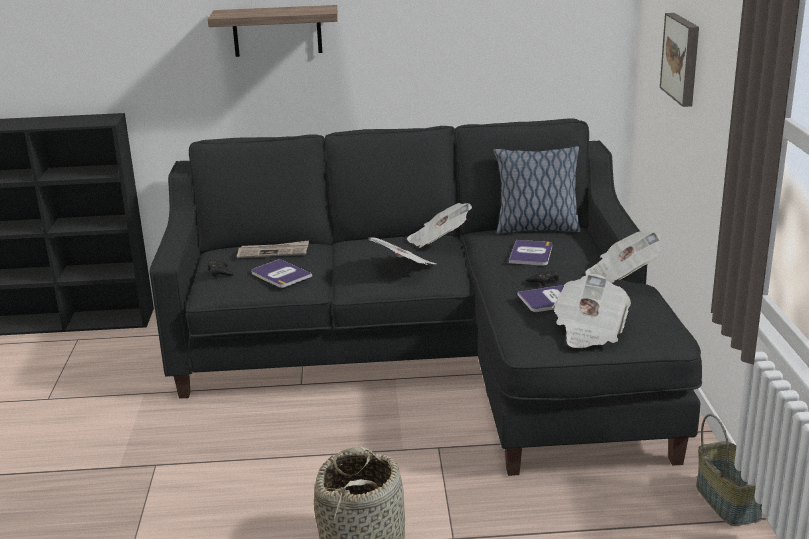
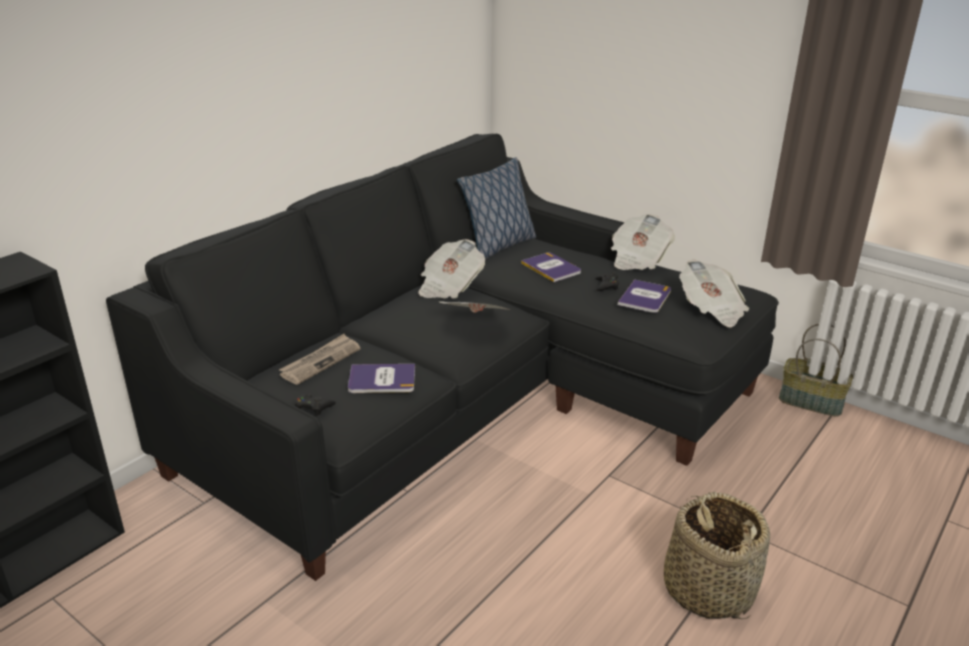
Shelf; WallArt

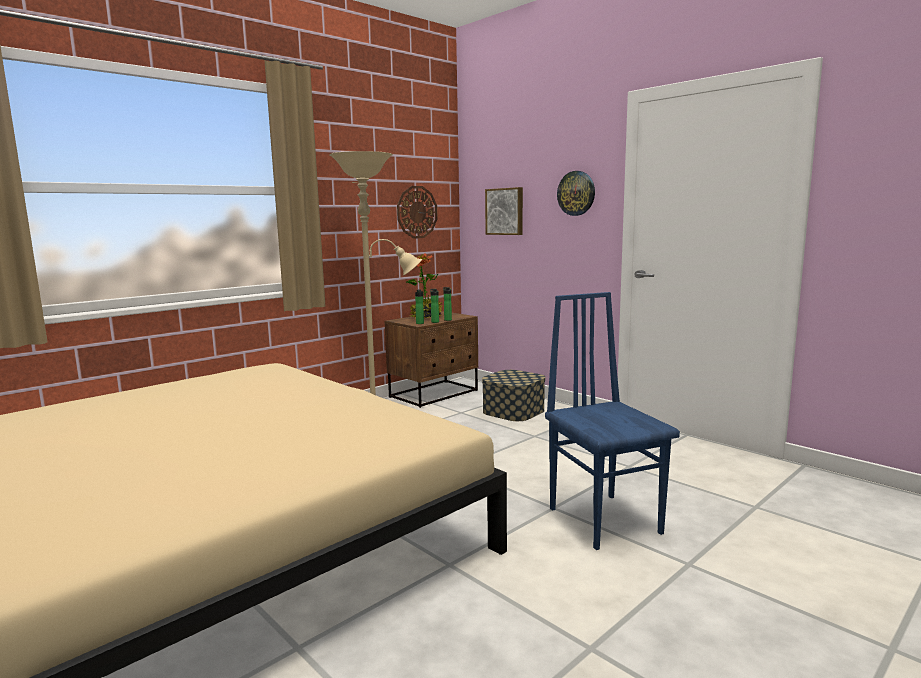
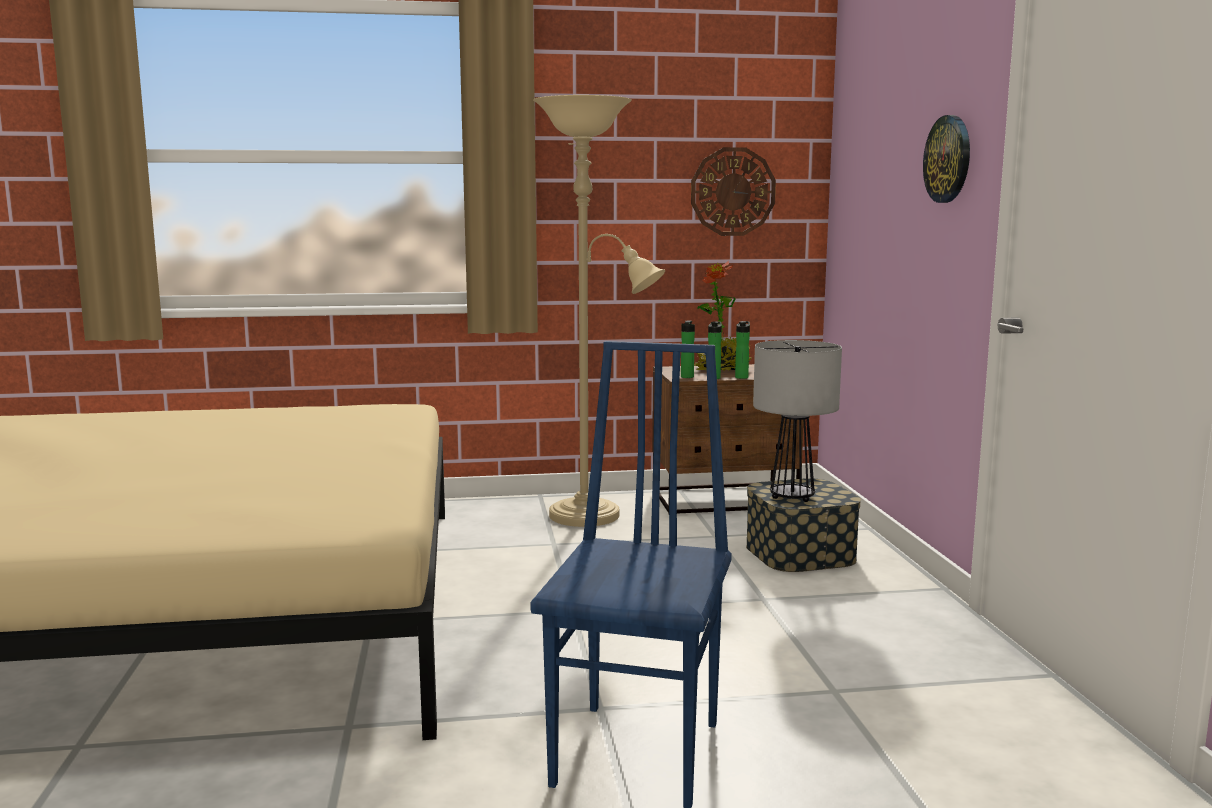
TabletopLamp; WallArt

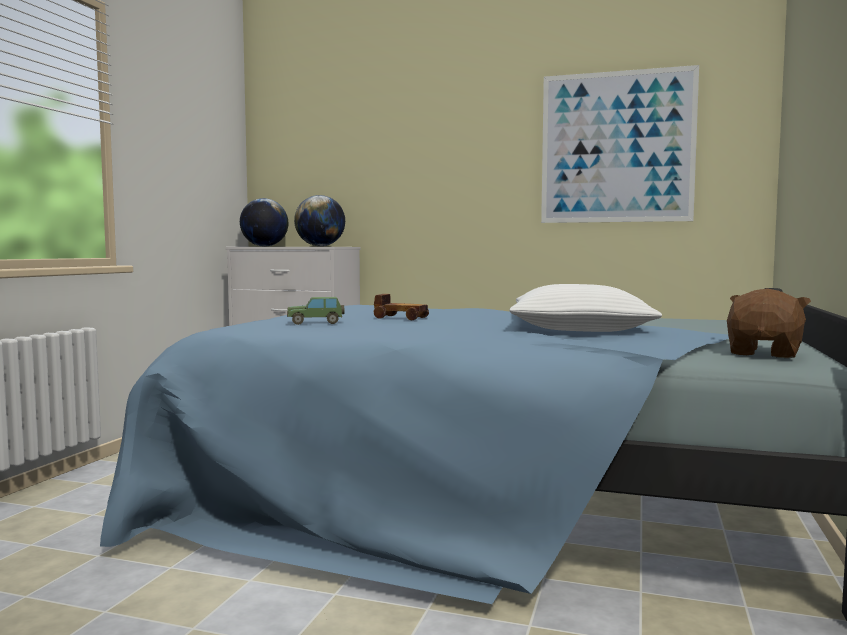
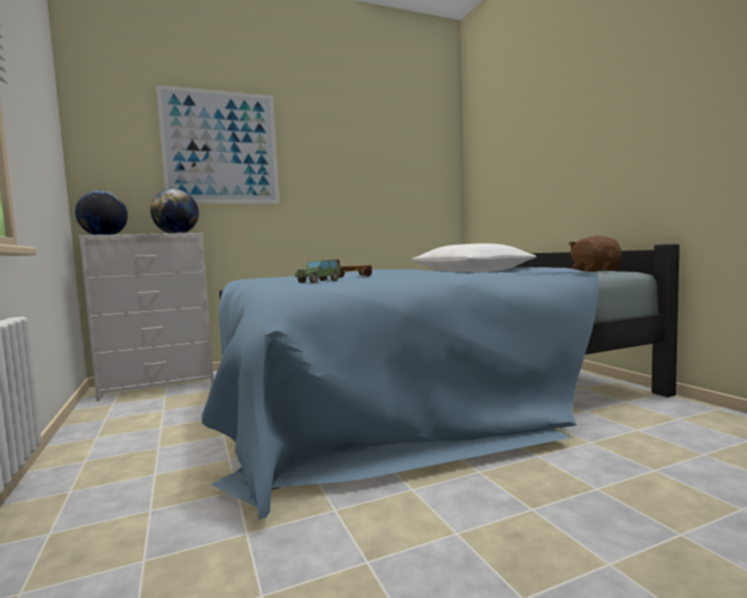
WallArt

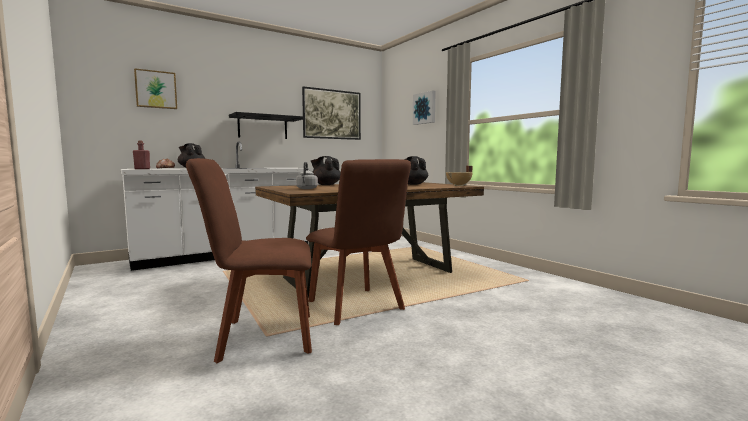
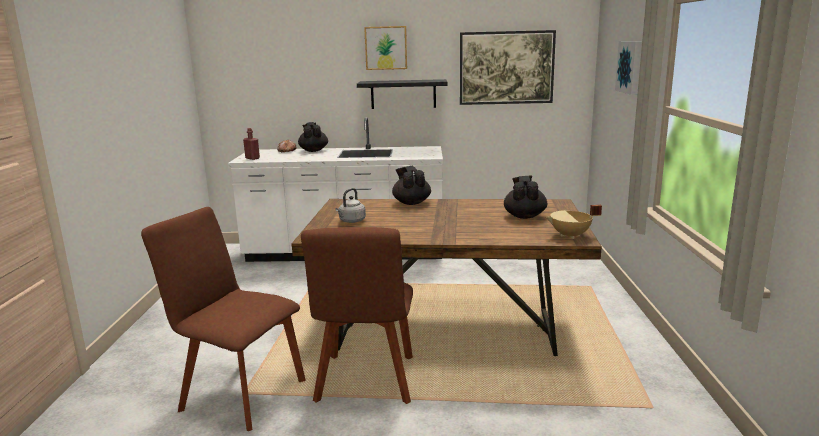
WallArt (no. 1 from left)

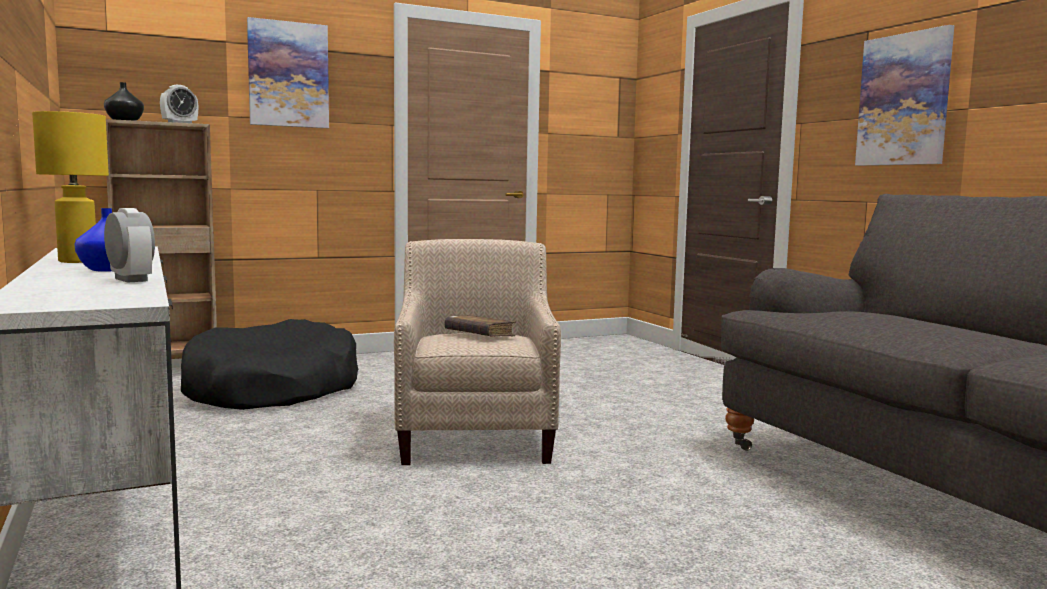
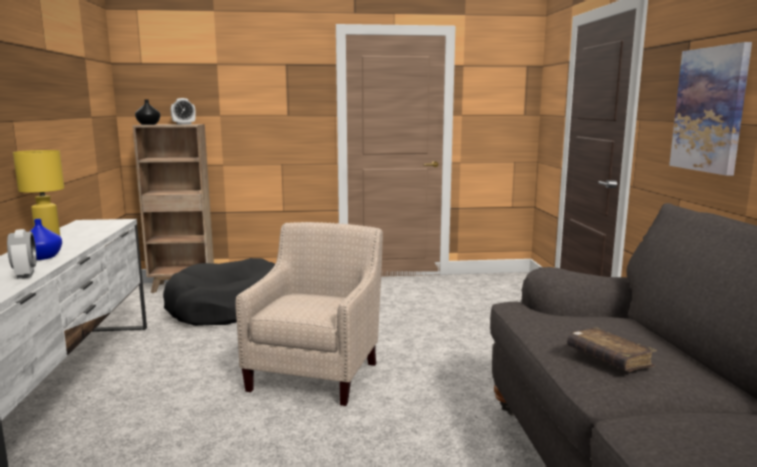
BrownishVolume; WallArt (no. 1 from left in the first image)

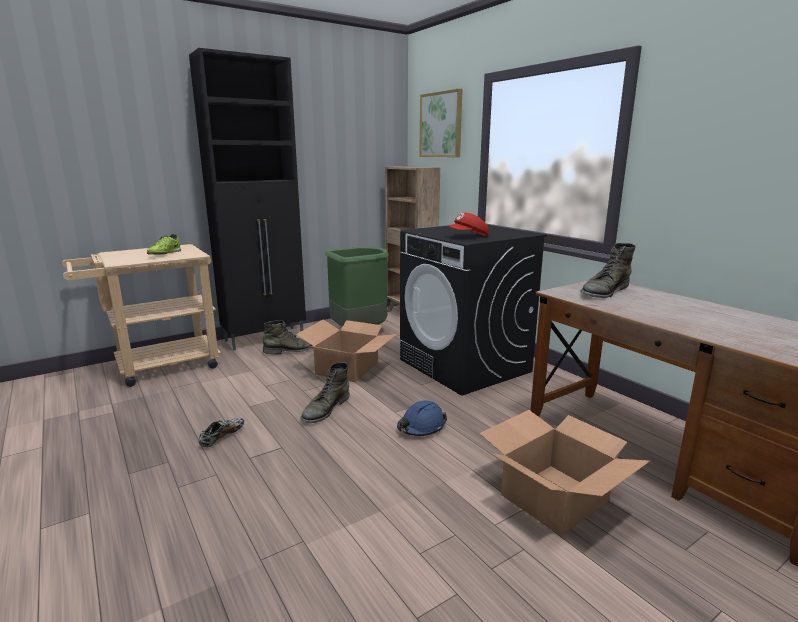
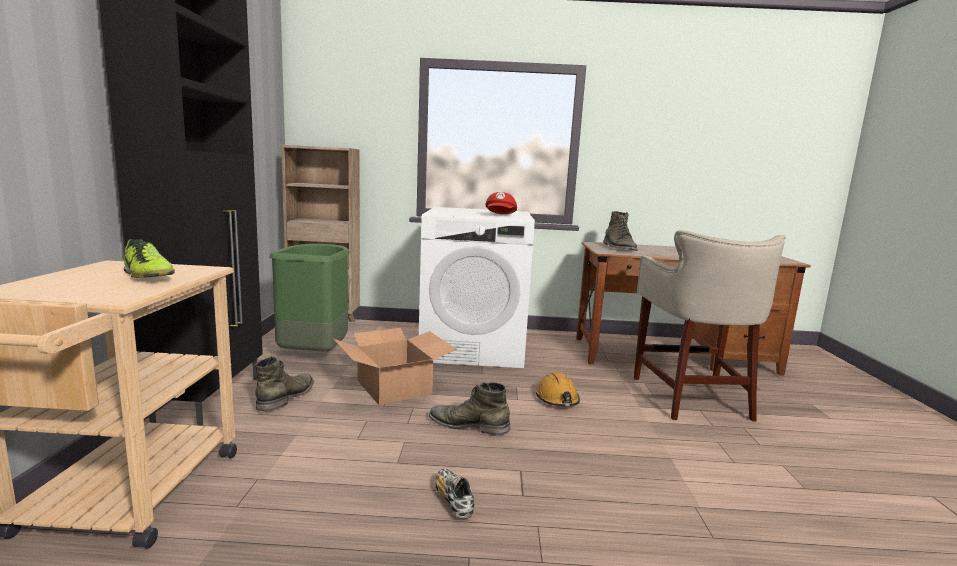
WhiteColouredWashingMachine; GreenishTallBoot (no. 2 from left); OrangeyHardHat; BeigeColouredSittingStool; WallArt

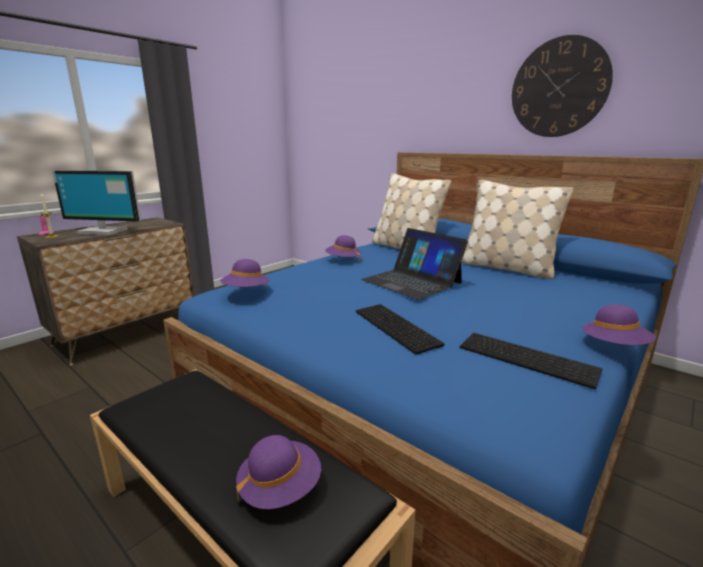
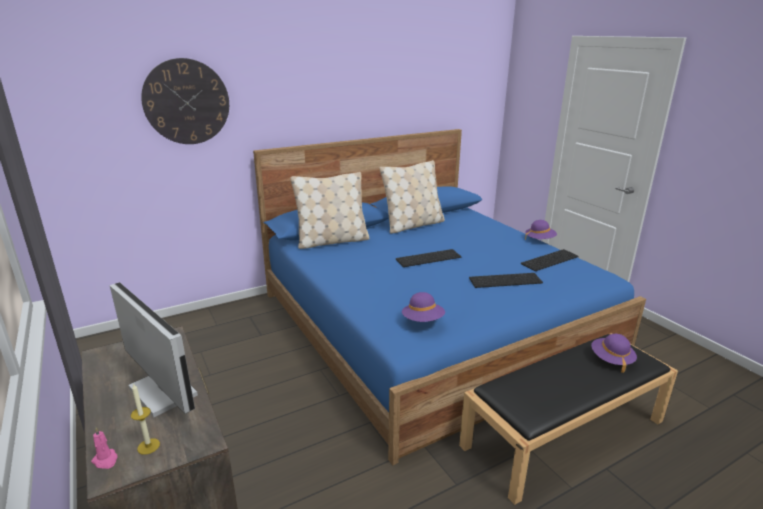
ComputerDisplay; HangingClock; Keyboard (no. 1 from left); PurpleHat (no. 3 from left in the first image)

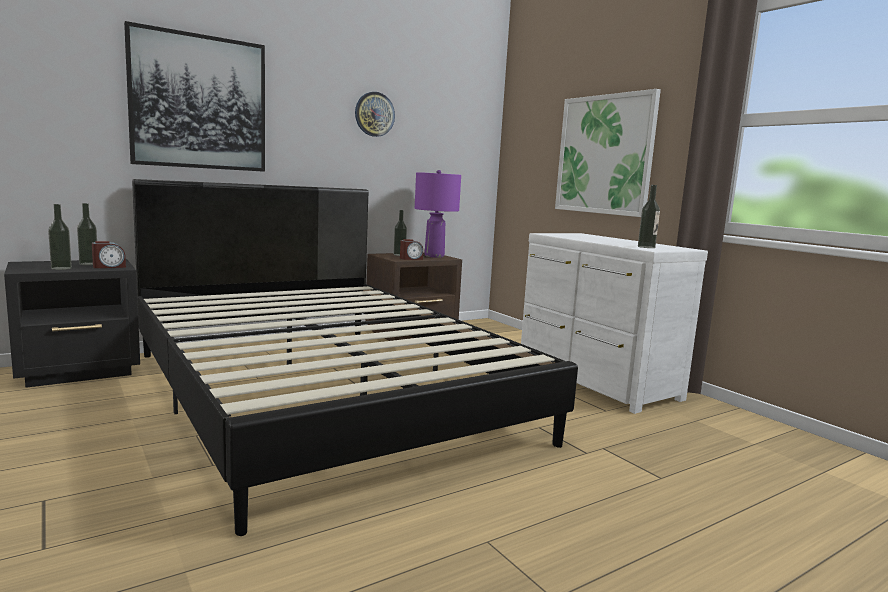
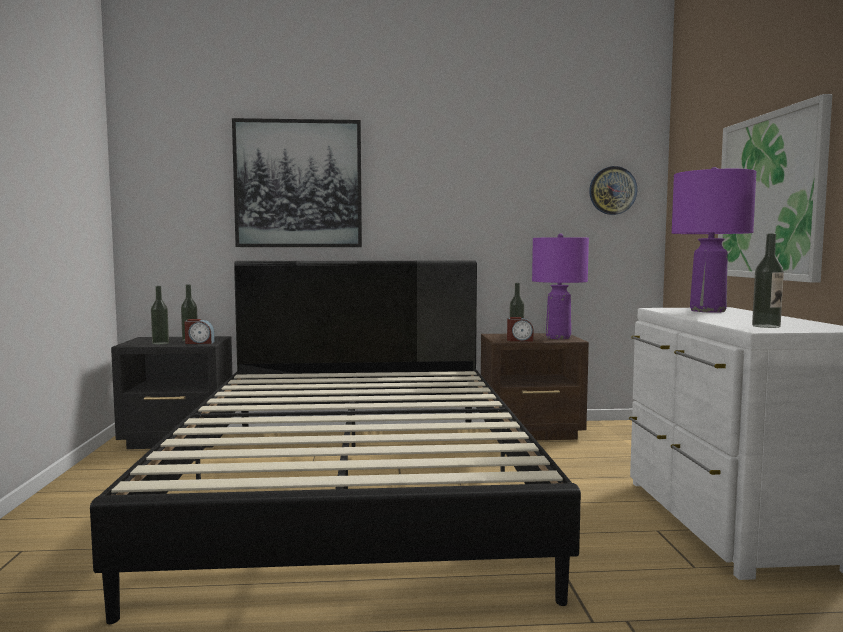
HangingClock; PurpleTabletopLamp (no. 2 from left)

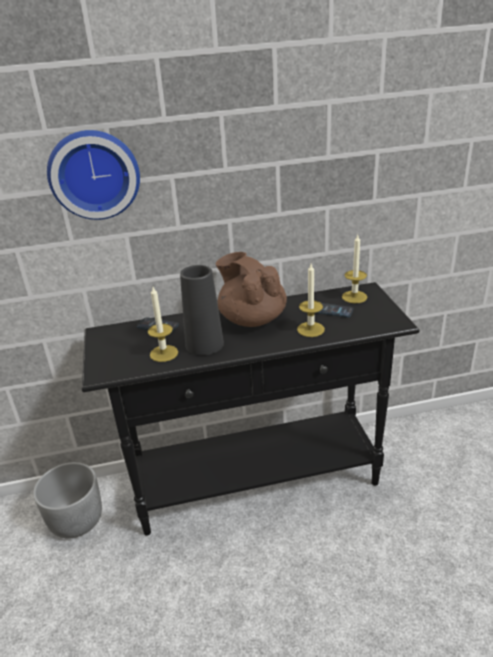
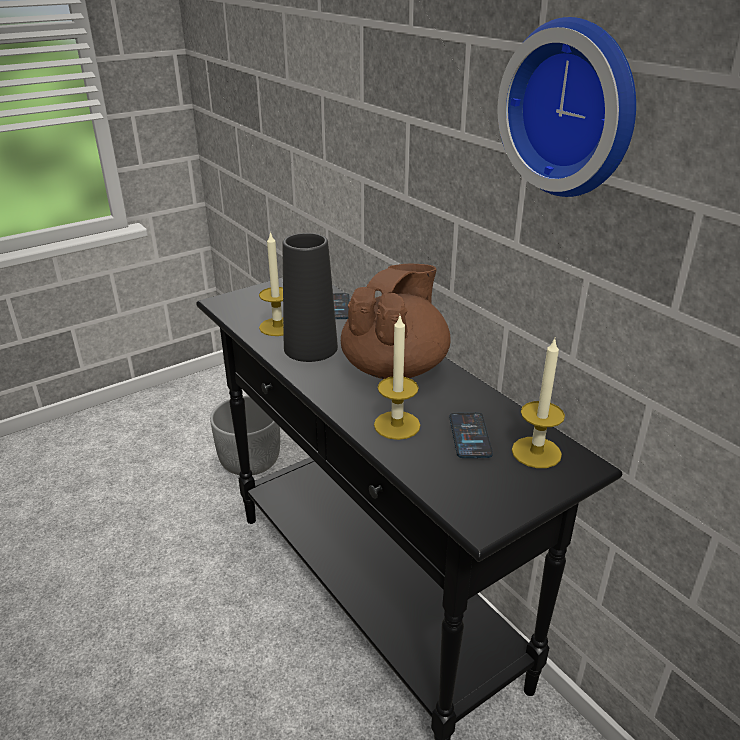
HangingClock

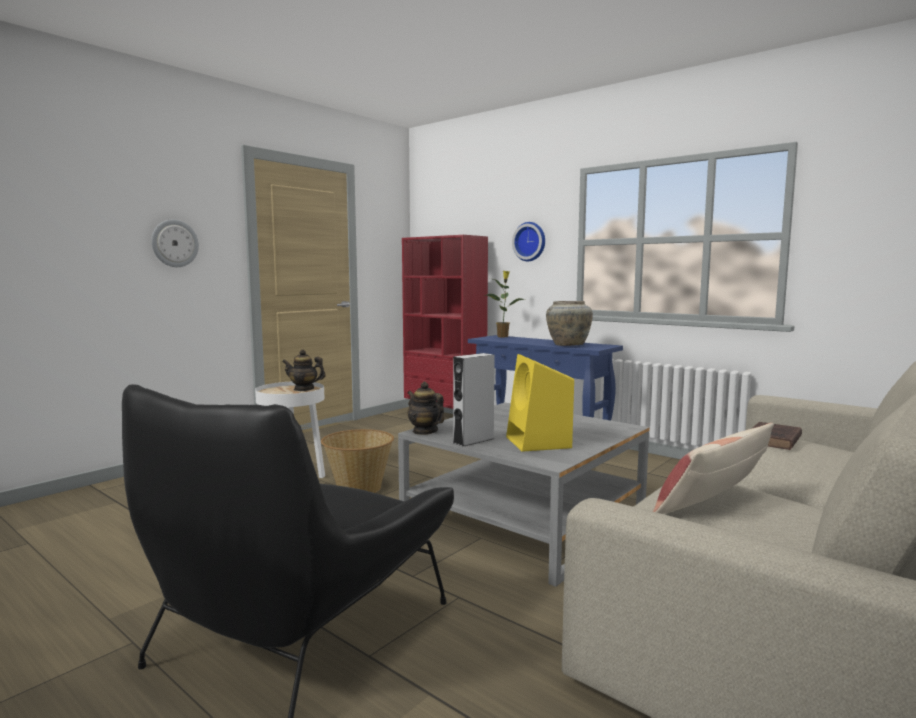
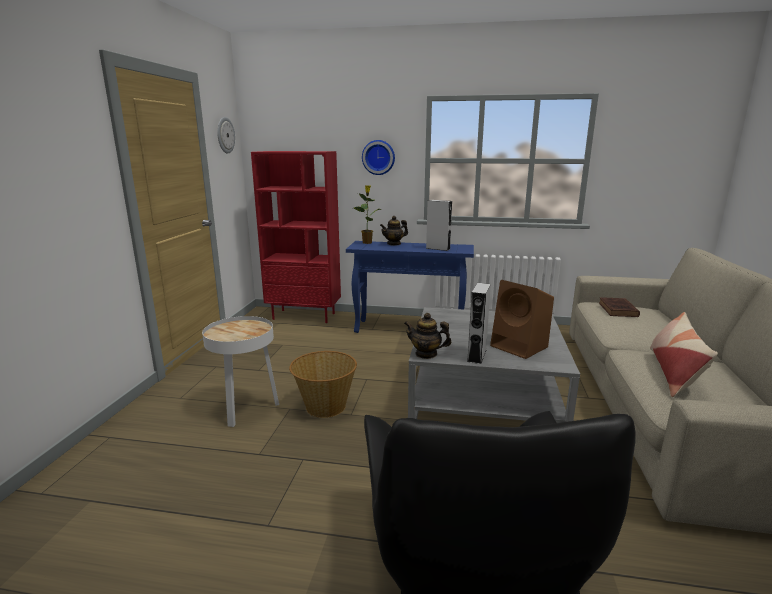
HangingClock (no. 1 from left); PotForTea (no. 1 from left); GreyishSpeaker (no. 1 from left); BrownishSpeaker

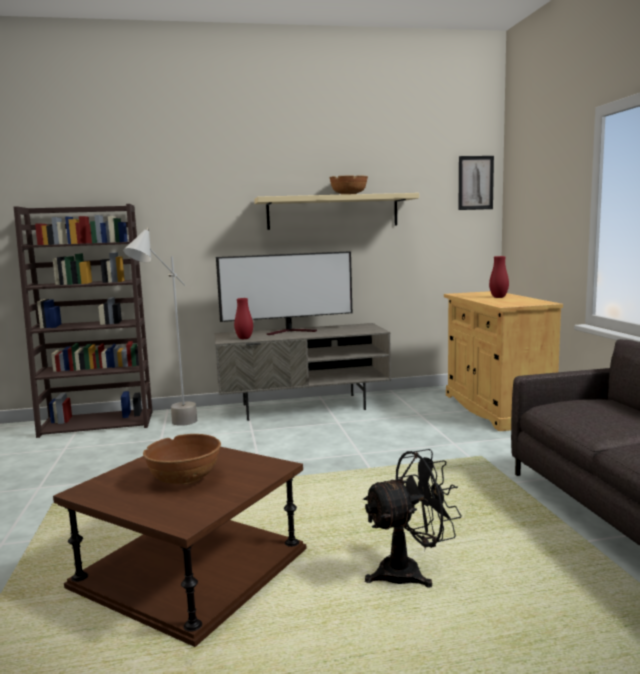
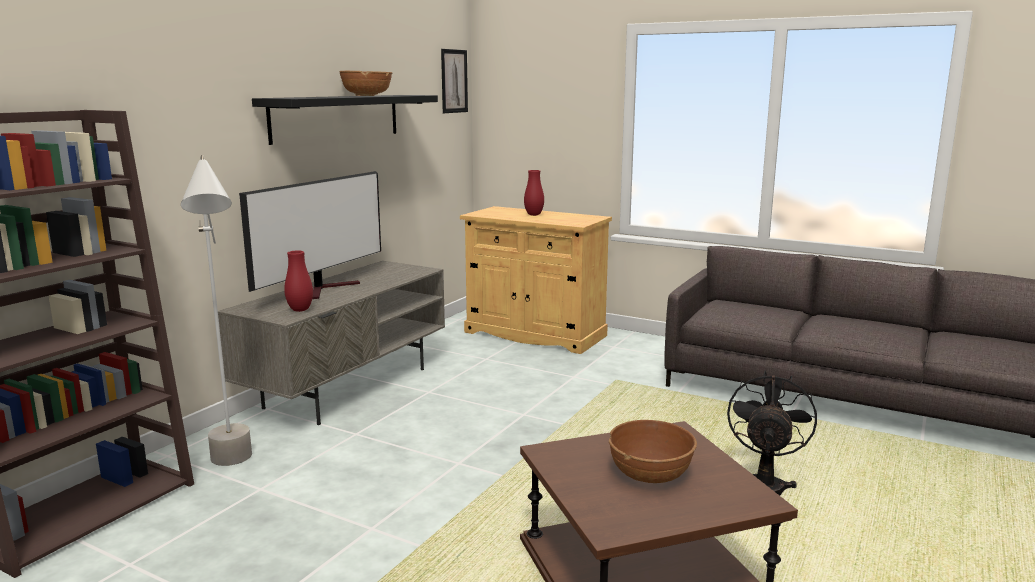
BlackishShelf

